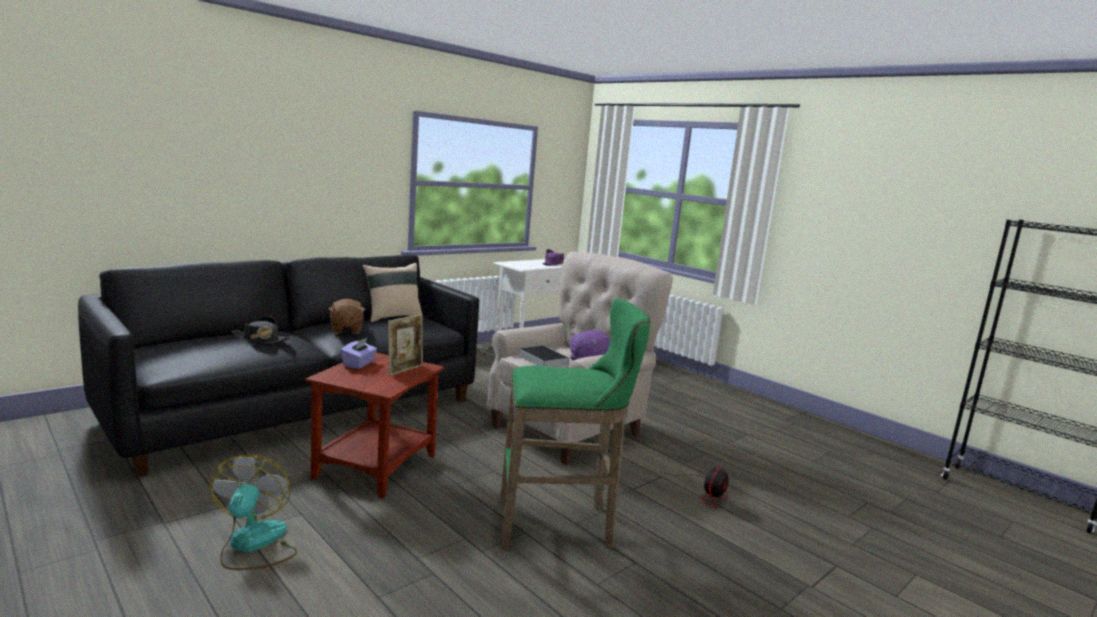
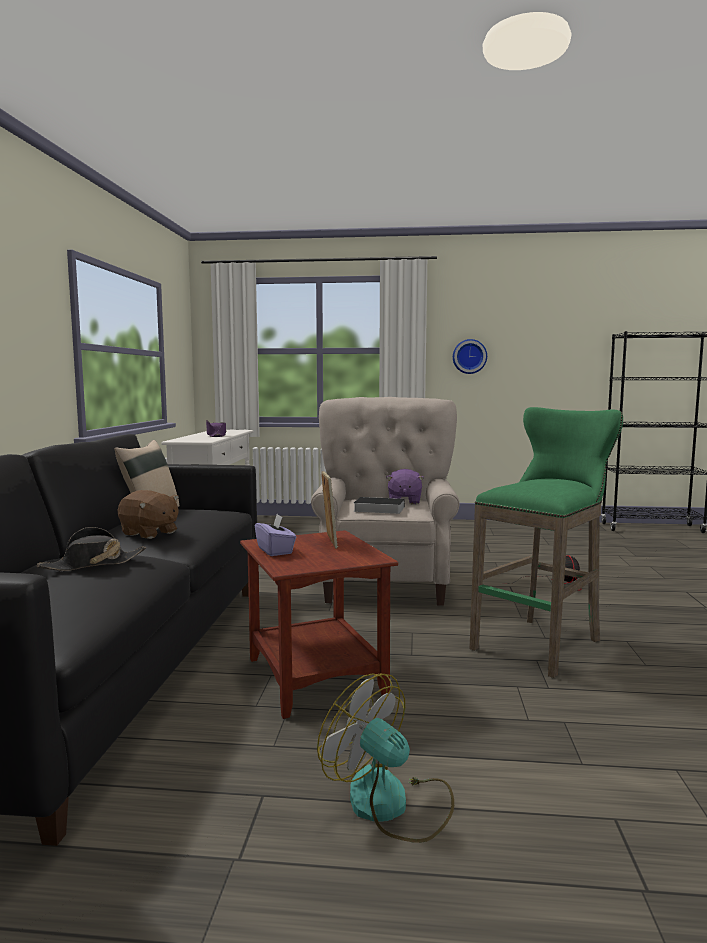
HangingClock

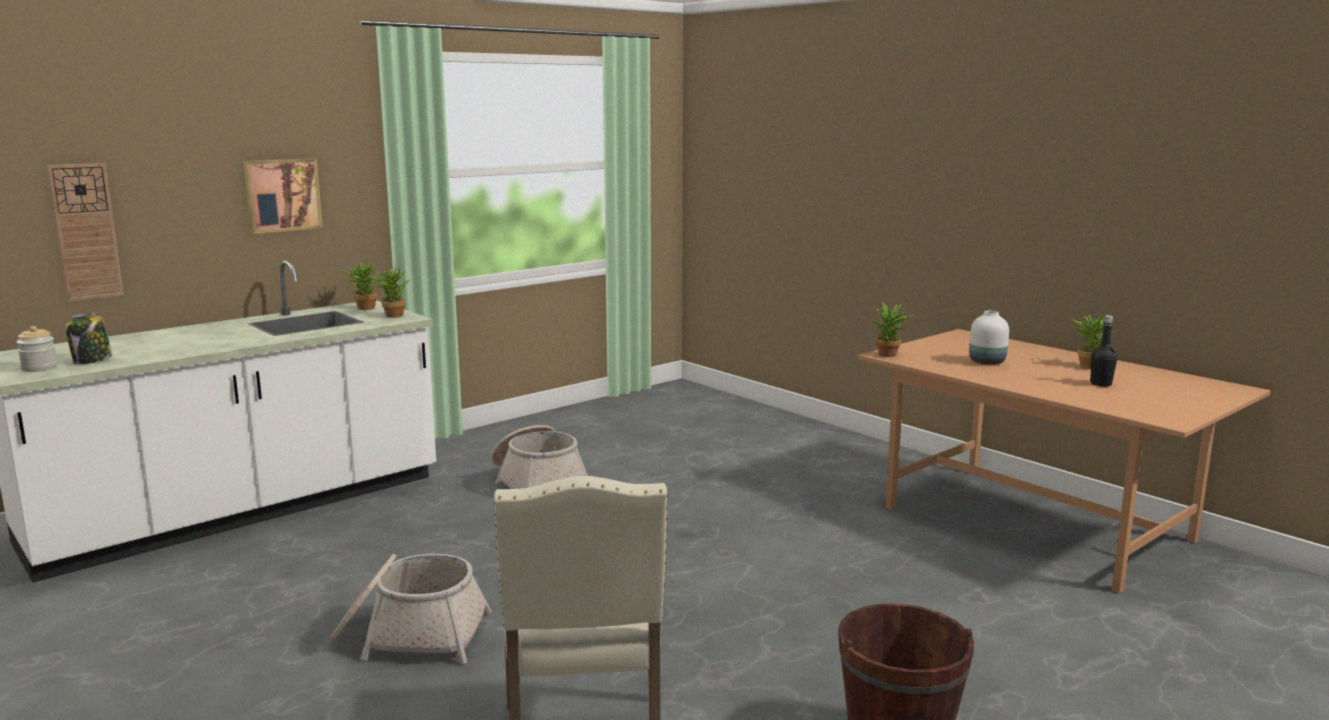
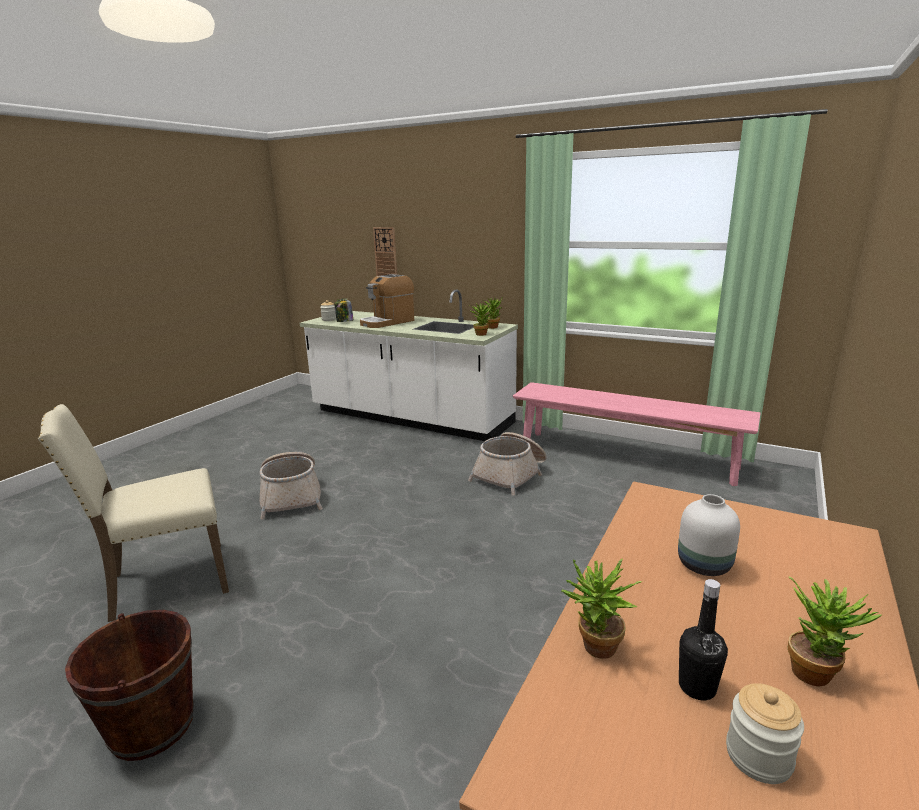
CoffeeMaker; PinkLongSeat; PlantInAPot (no. 3 from left); Jar (no. 3 from left); WallArt

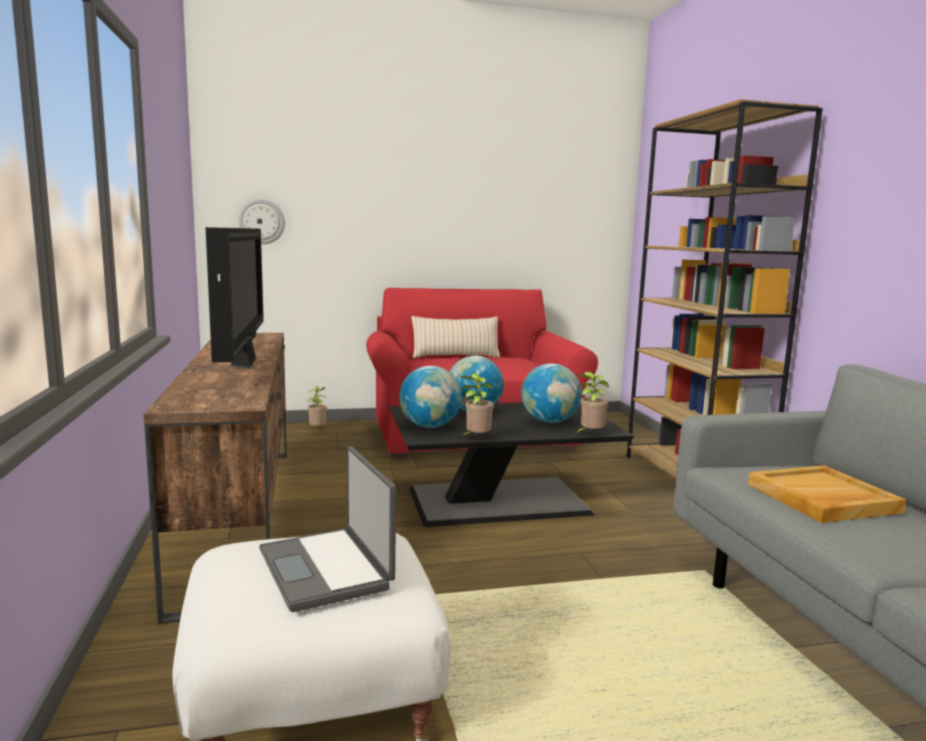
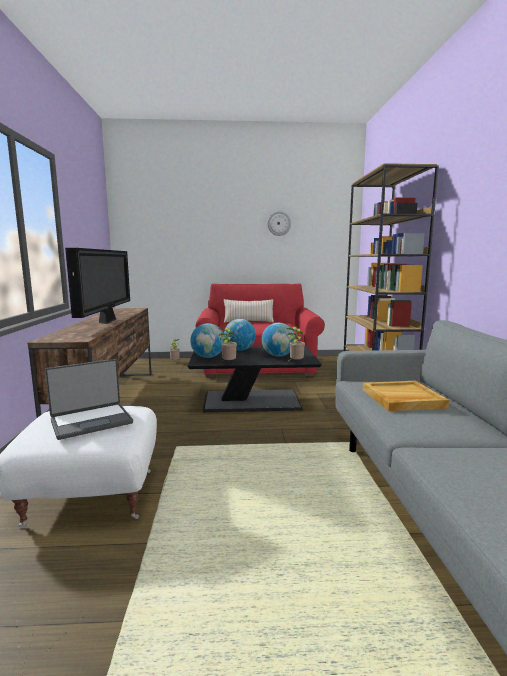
PortableComputer; HangingClock

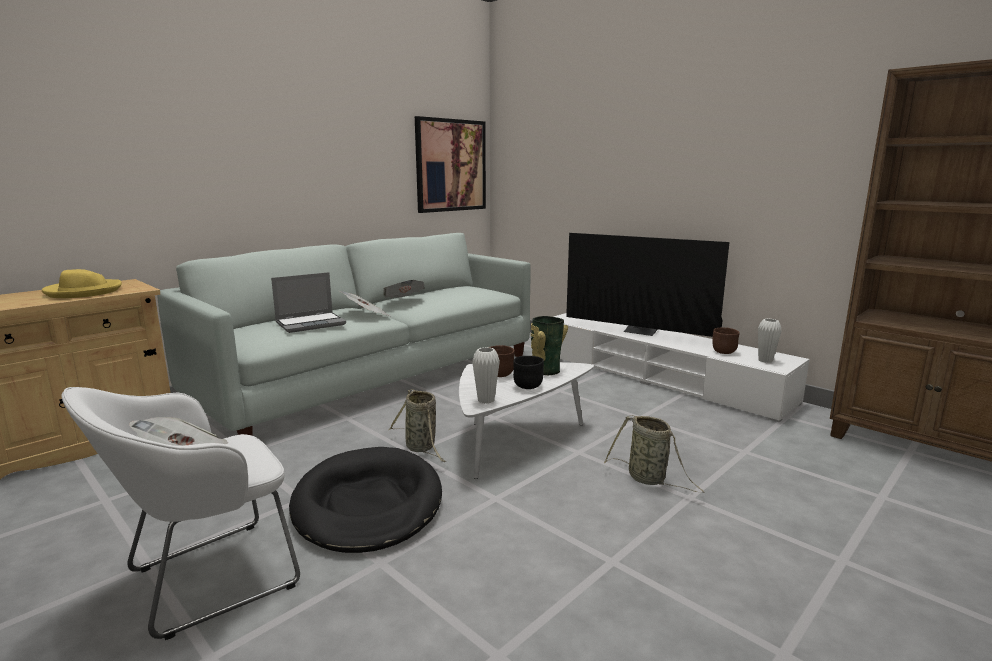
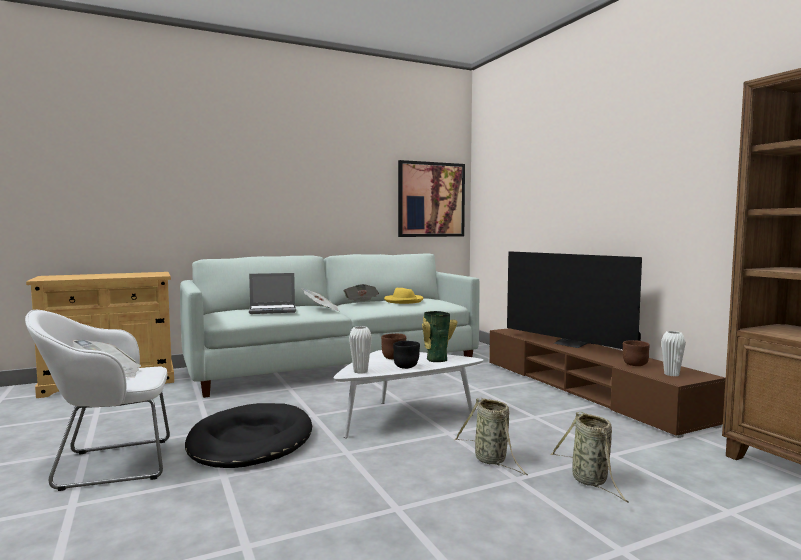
YellowHat; BrownishTvStand; HouseholdBasket (no. 2 from left)

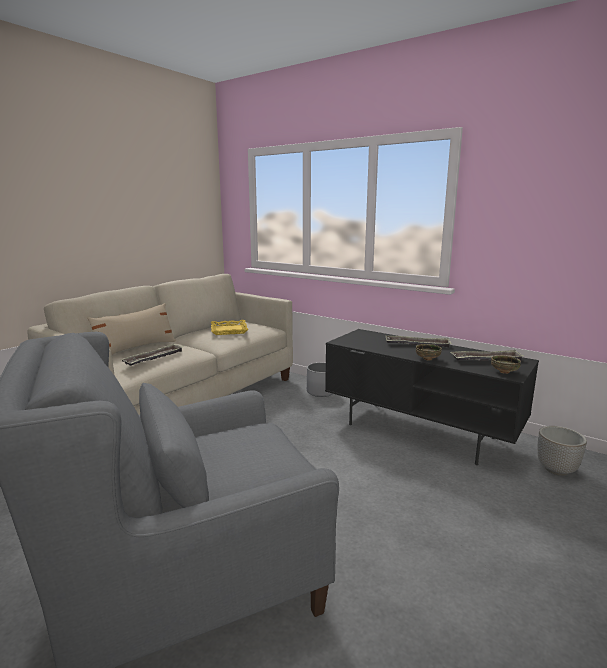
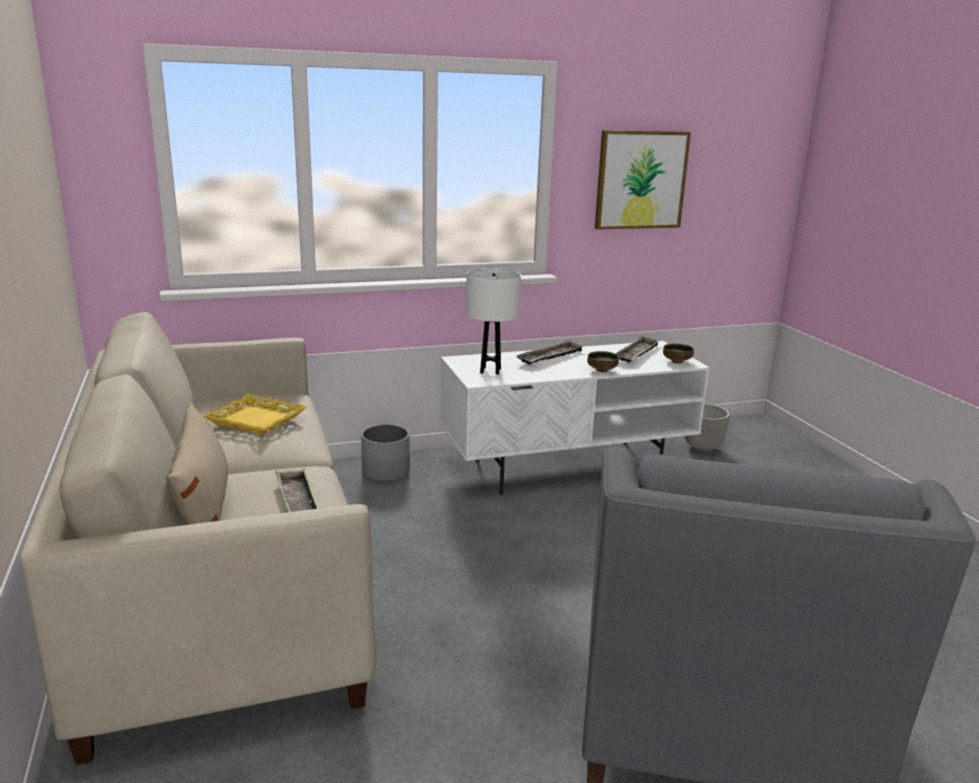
WhiteColouredTvStand; WhiteColouredTabletopLamp; WallArt

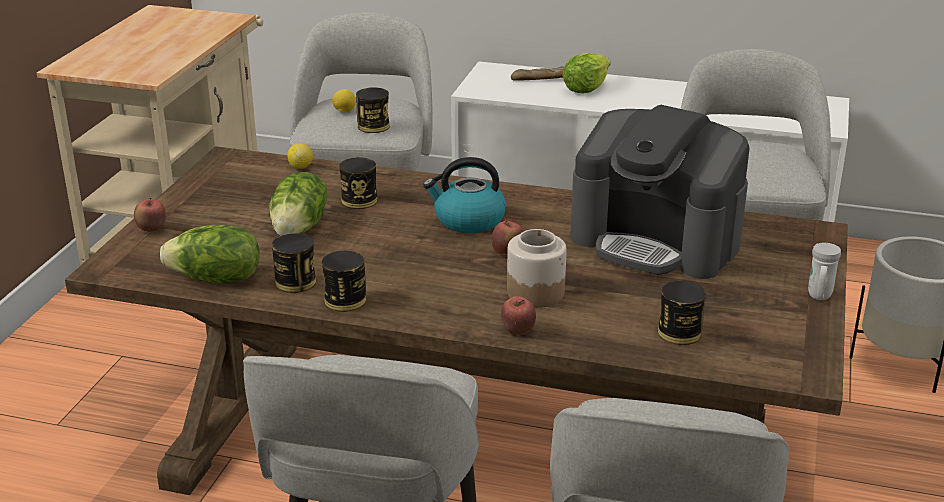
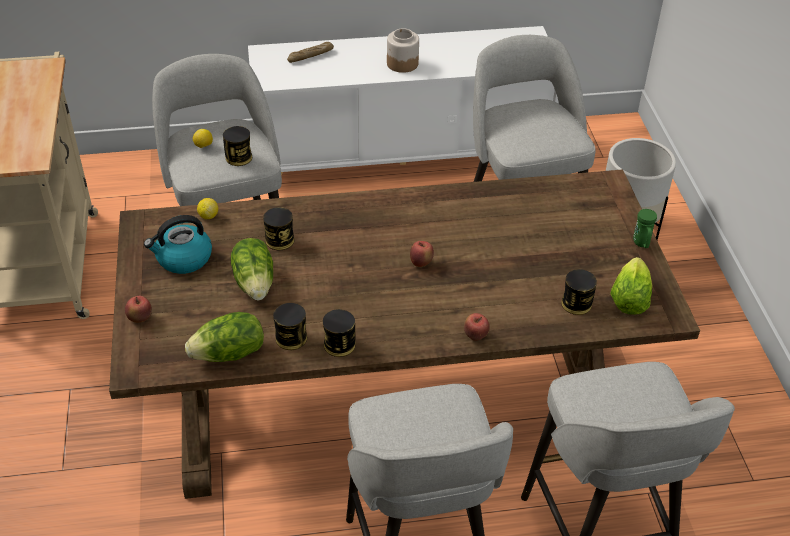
Kettle; Jar; LettuceHead (no. 3 from left); GreenishTeaMug; CoffeeMaker

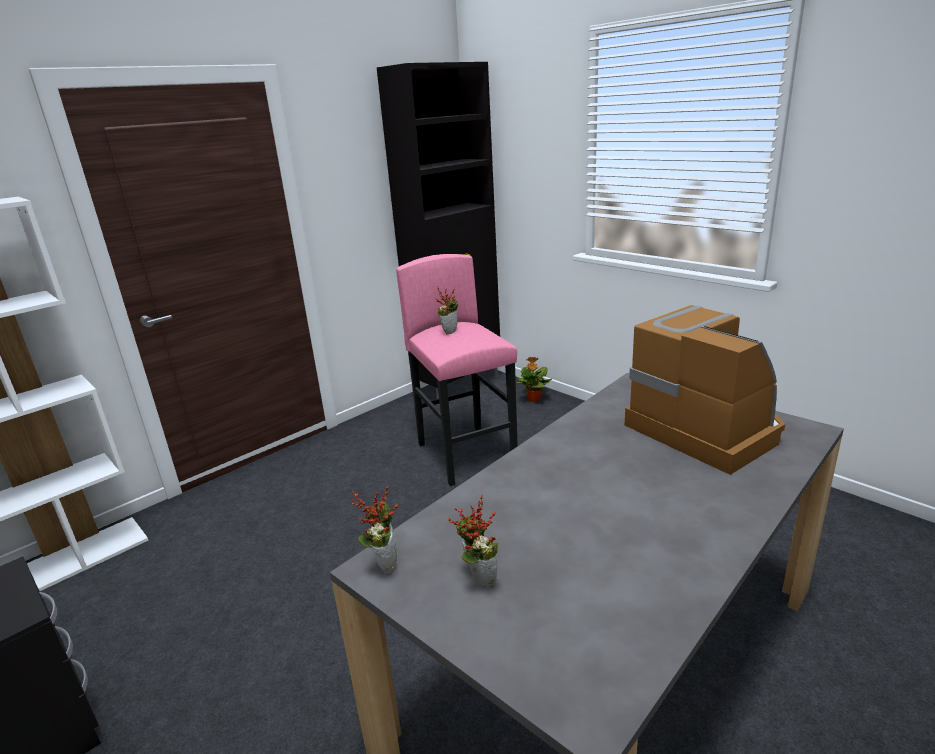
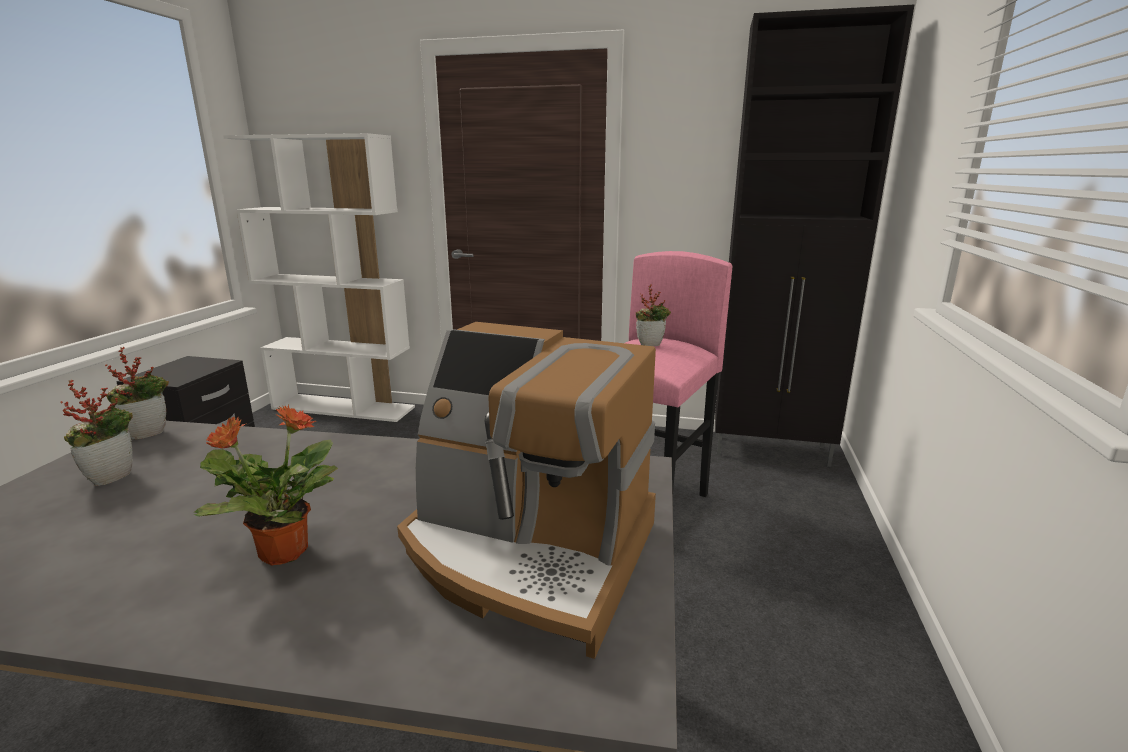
PlantInAPot (no. 3 from left); CoffeeMaker

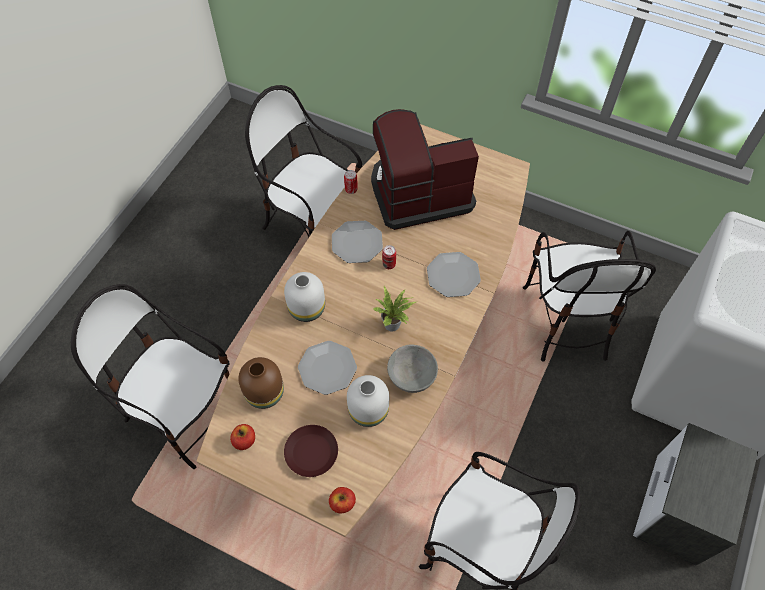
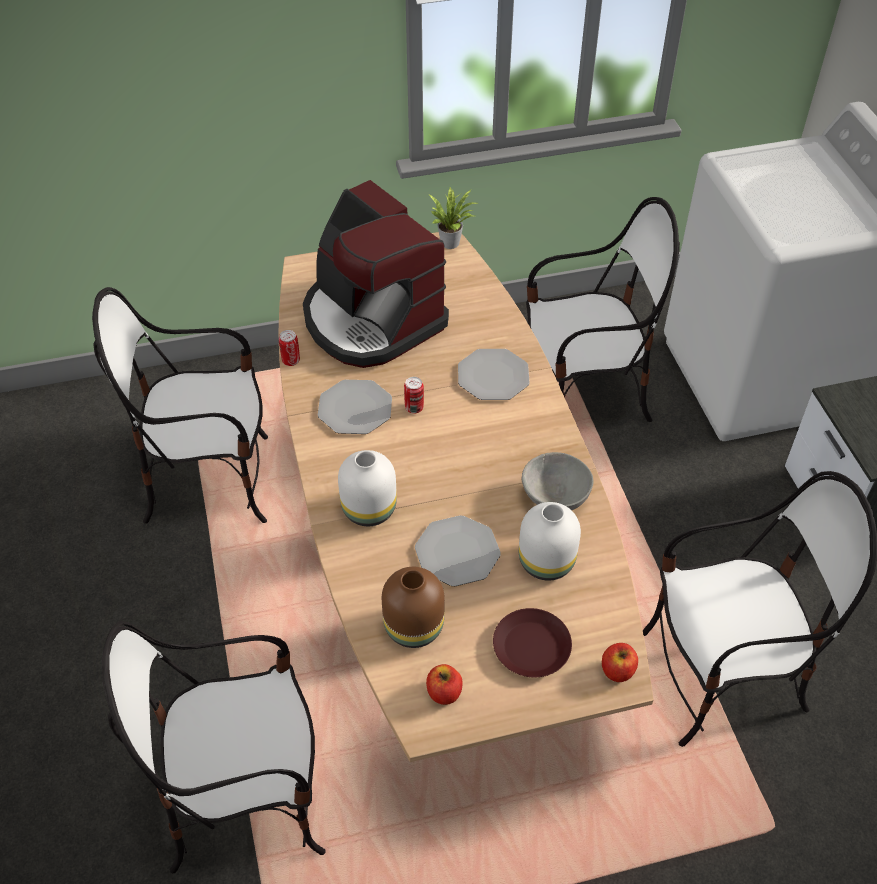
CoffeeMaker; PlantInAPot; UprightChair (no. 3 from left)

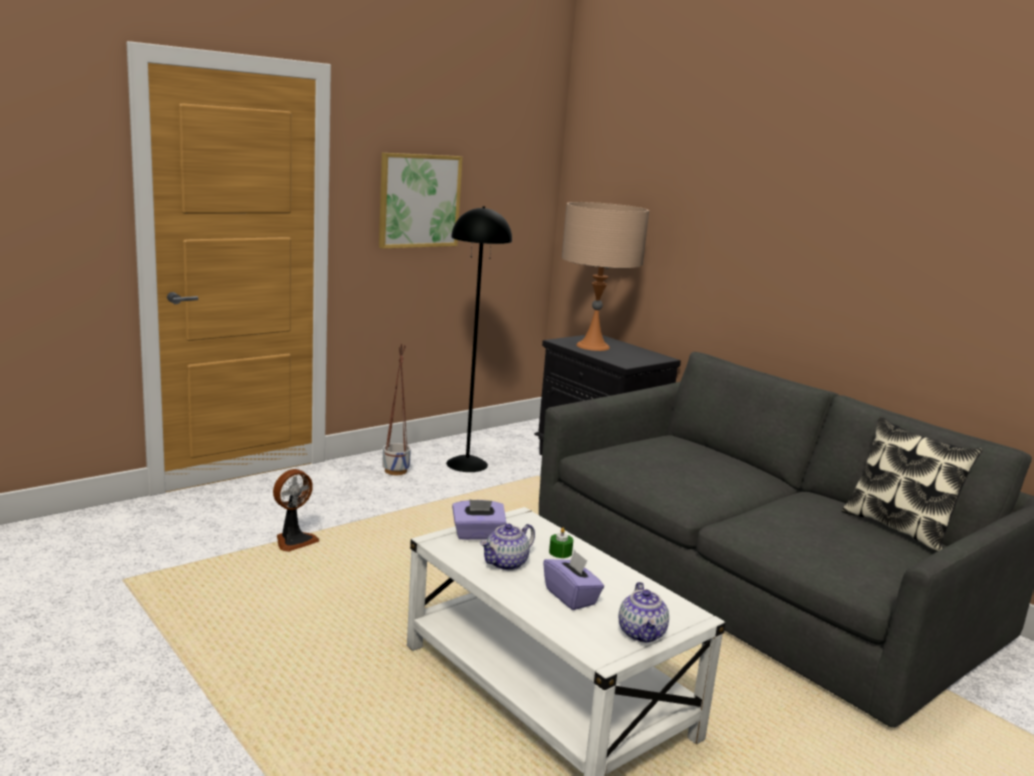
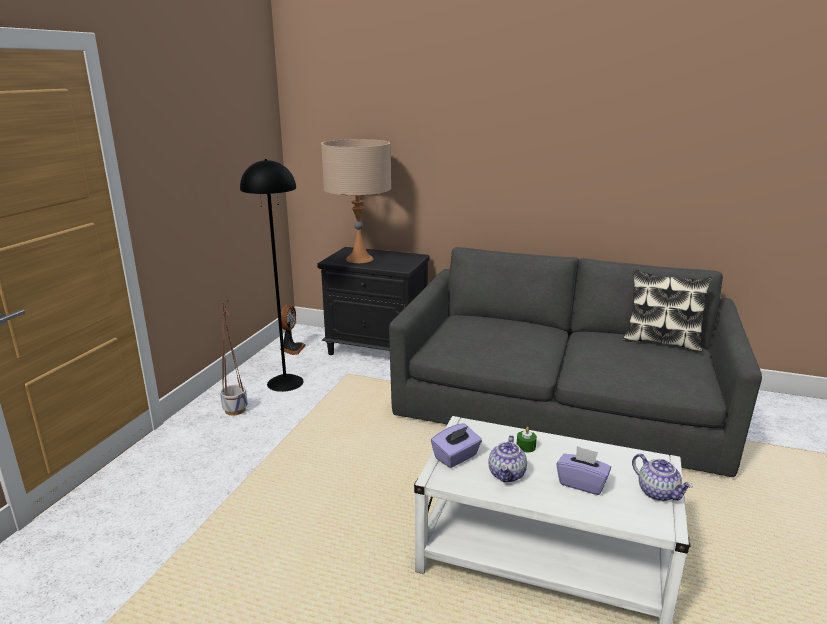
Fan; WallArt

